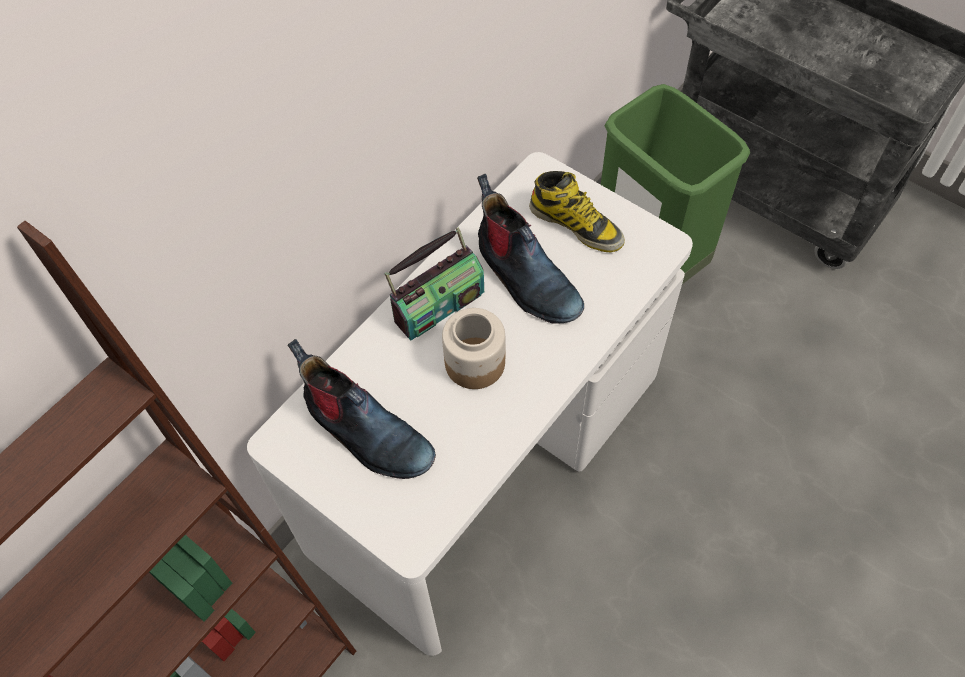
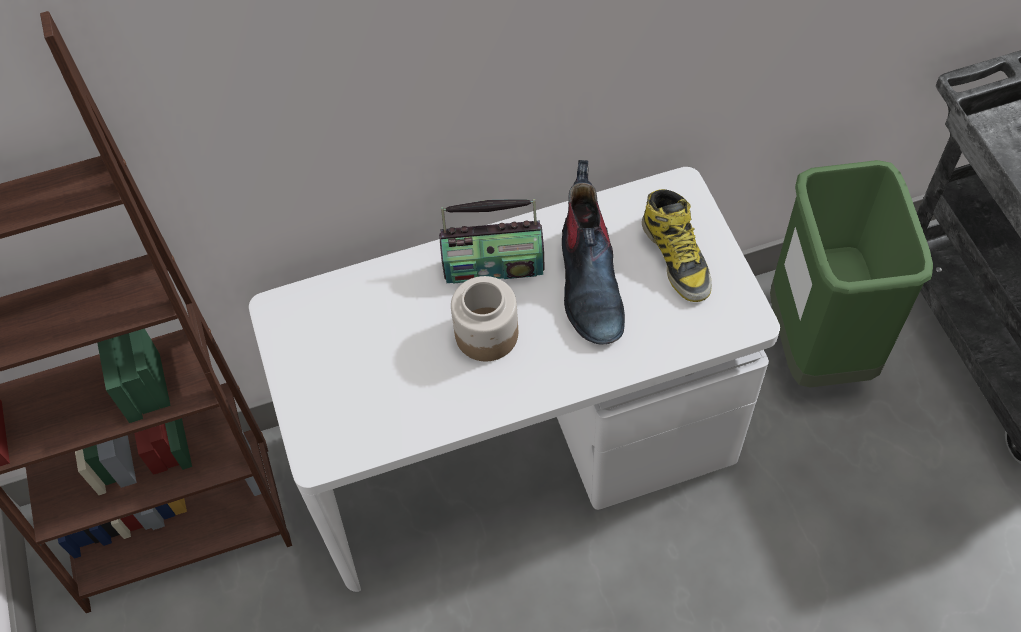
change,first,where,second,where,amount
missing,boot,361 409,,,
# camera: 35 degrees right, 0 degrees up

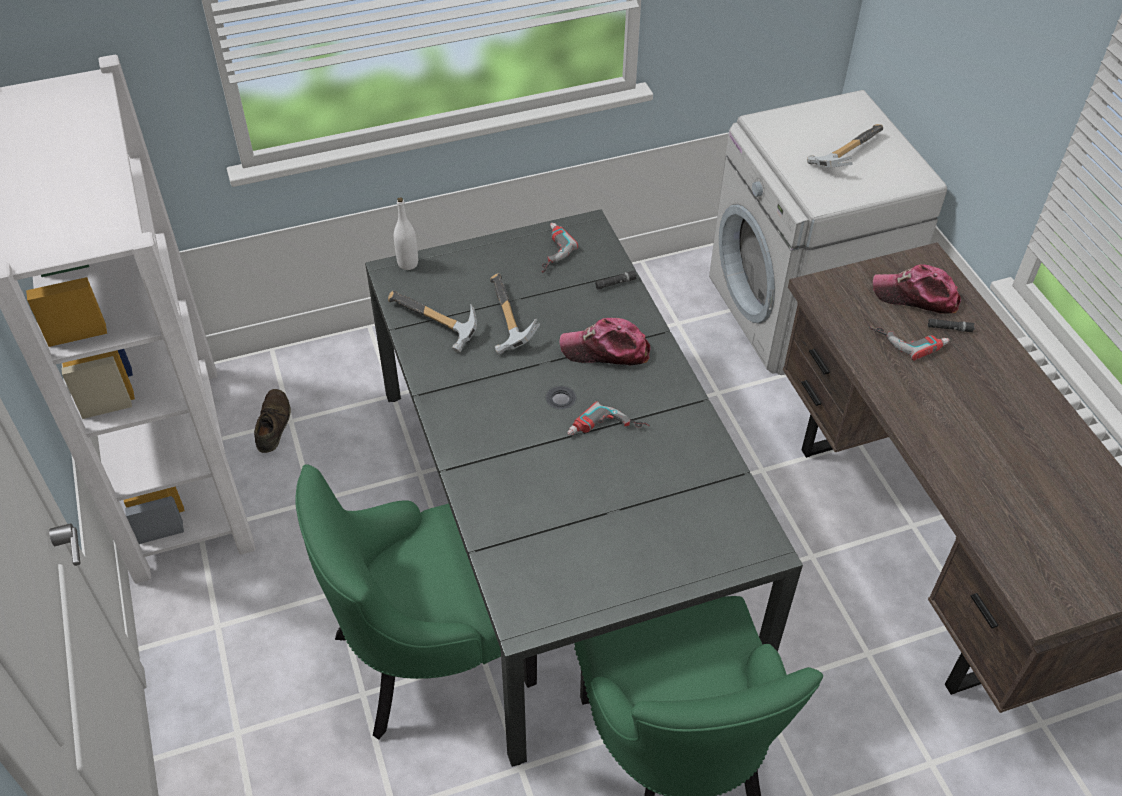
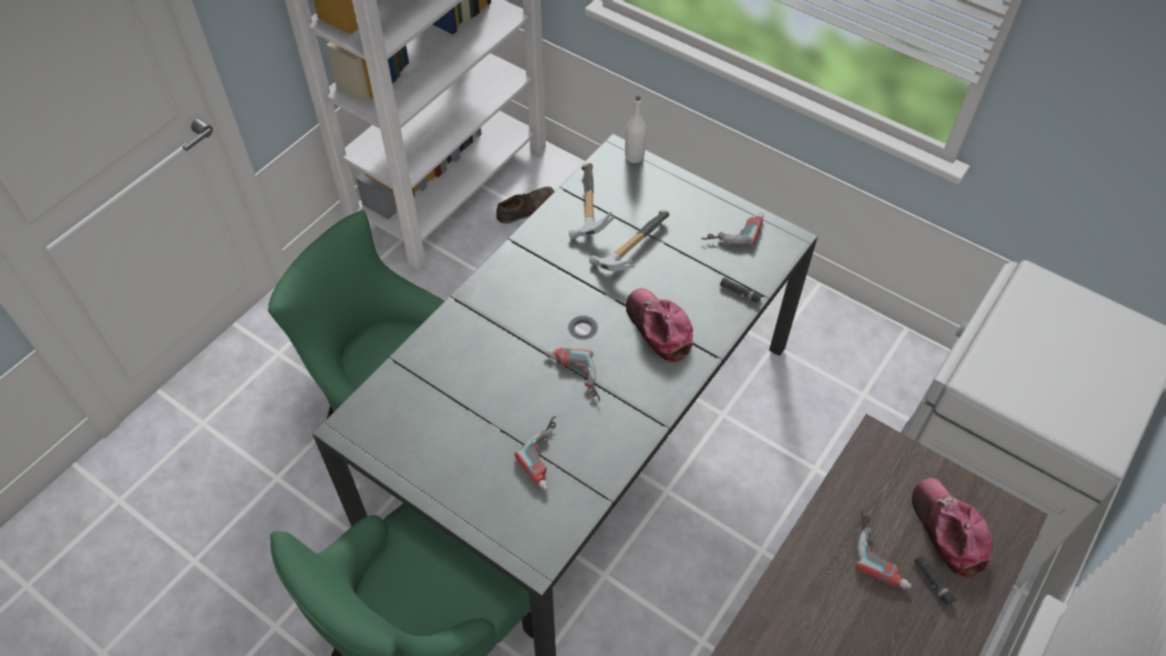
change,first,where,second,where,amount
appeared,,,power drill,535 453,
missing,hammer,845 145,,,
# camera: 55 degrees right, 5 degrees up

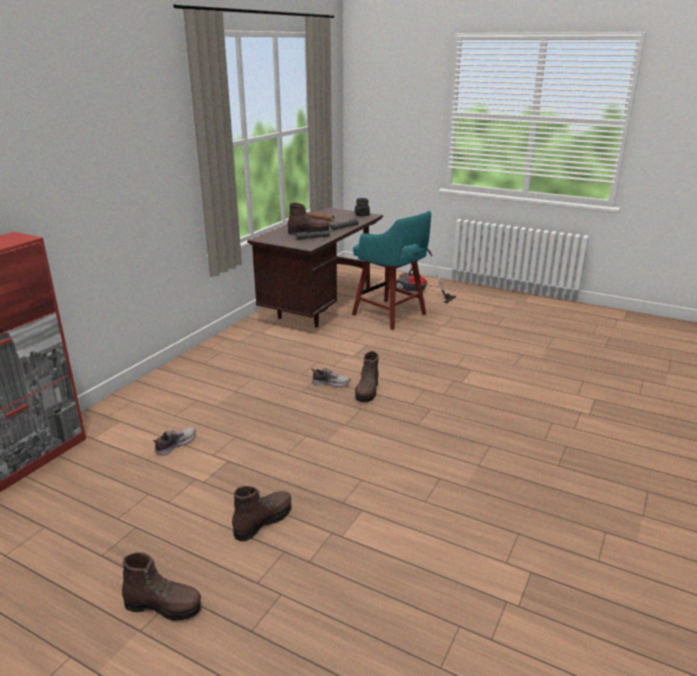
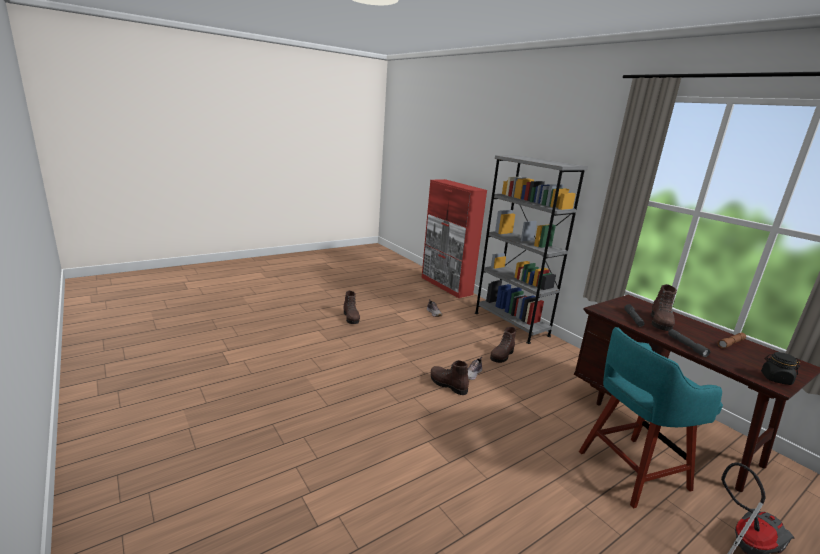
change,first,where,second,where,amount
appeared,,,bookcase (grey),531 249,
relocated,boot (brown),161 586,,503 345,
# camera: 115 degrees right, 5 degrees down

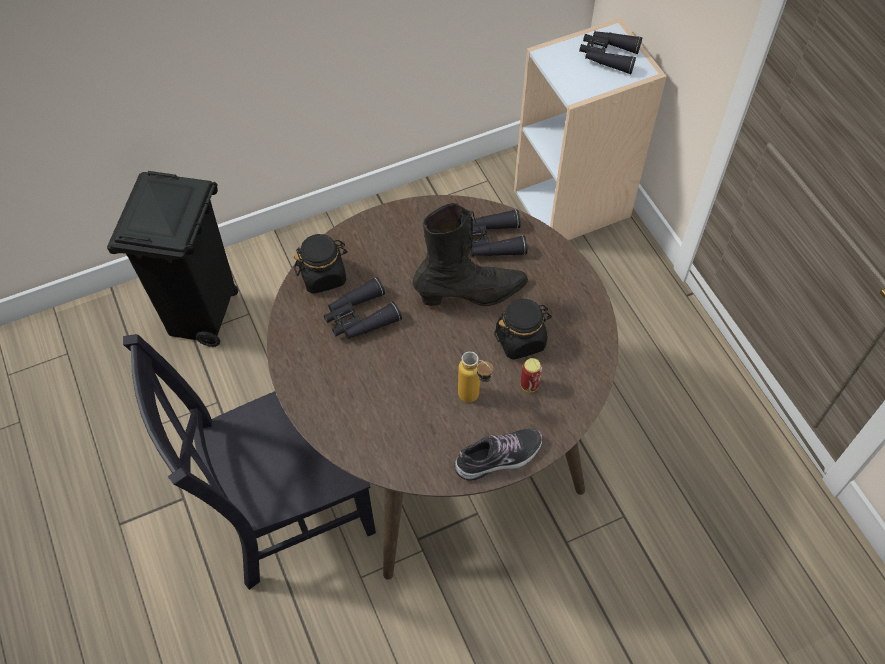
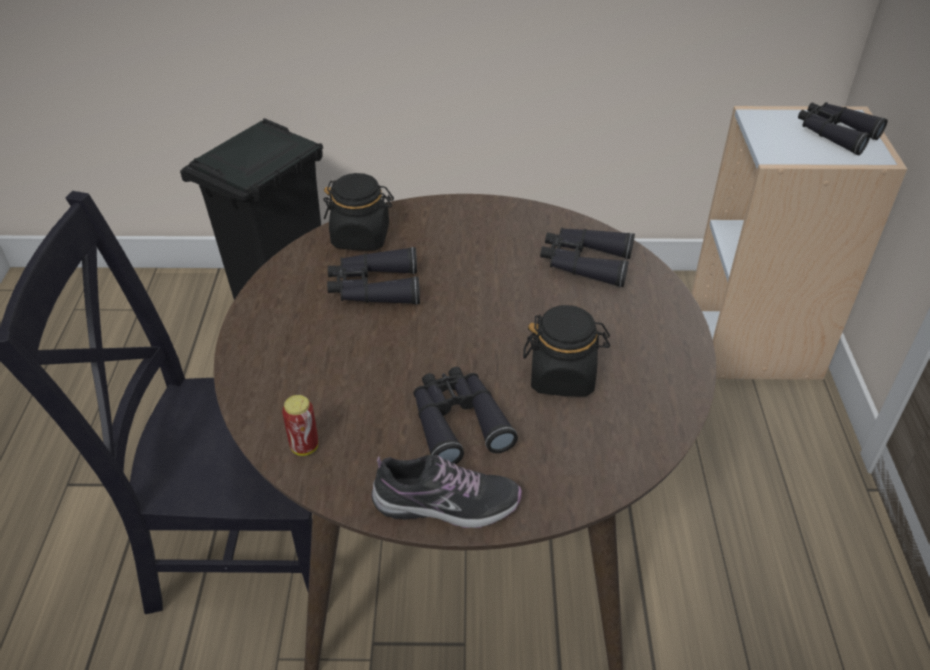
change,first,where,second,where,amount
relocated,can,531 375,,300 425,
exchanged,bottle,476 376,binoculars (black),465 415,
missing,boot (black),470 255,,,
# camera: 25 degrees right, 15 degrees down

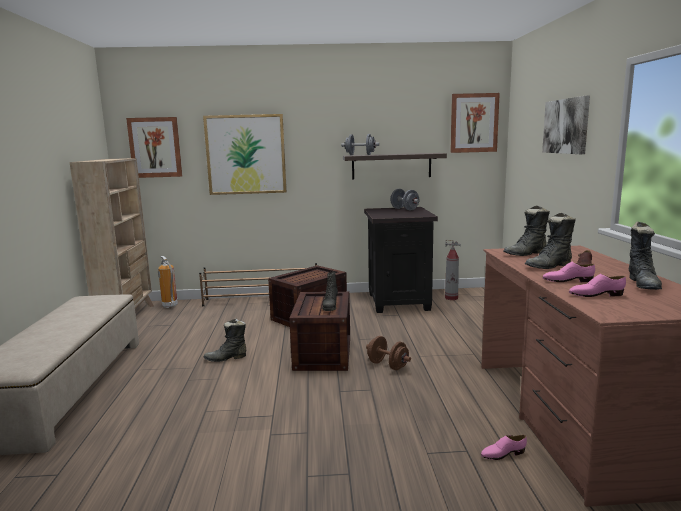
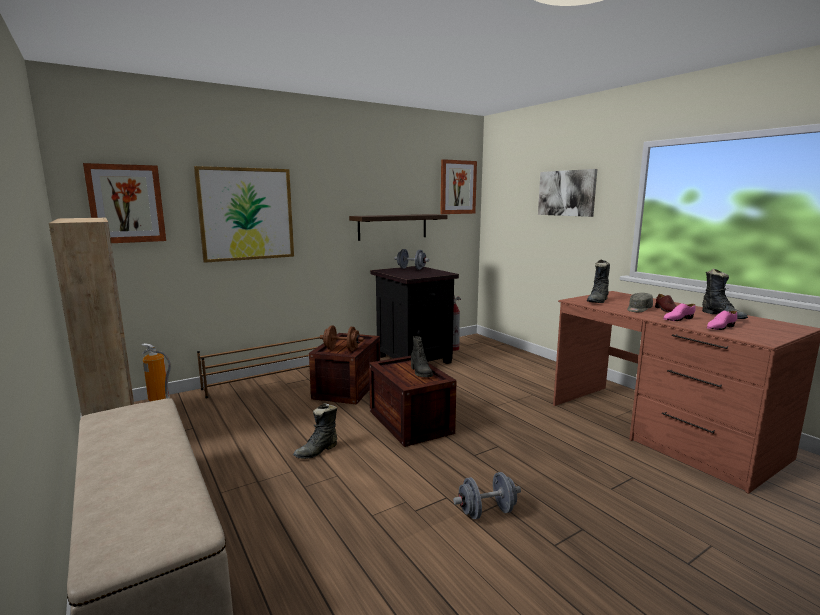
change,first,where,second,where,amount
relocated,dumbbell (brown),388 353,,342 338,
relocated,dumbbell (grey),360 144,,487 495,
exchanged,boot (black),550 240,cap (grey),640 302,
missing,shoe (pink),504 447,,,
# camera: 30 degrees left, 0 degrees up

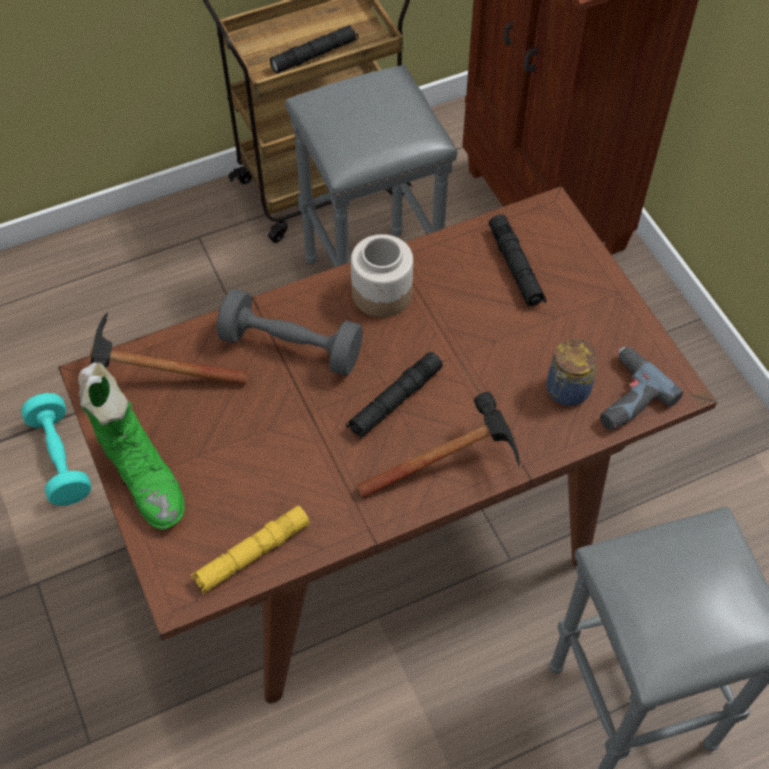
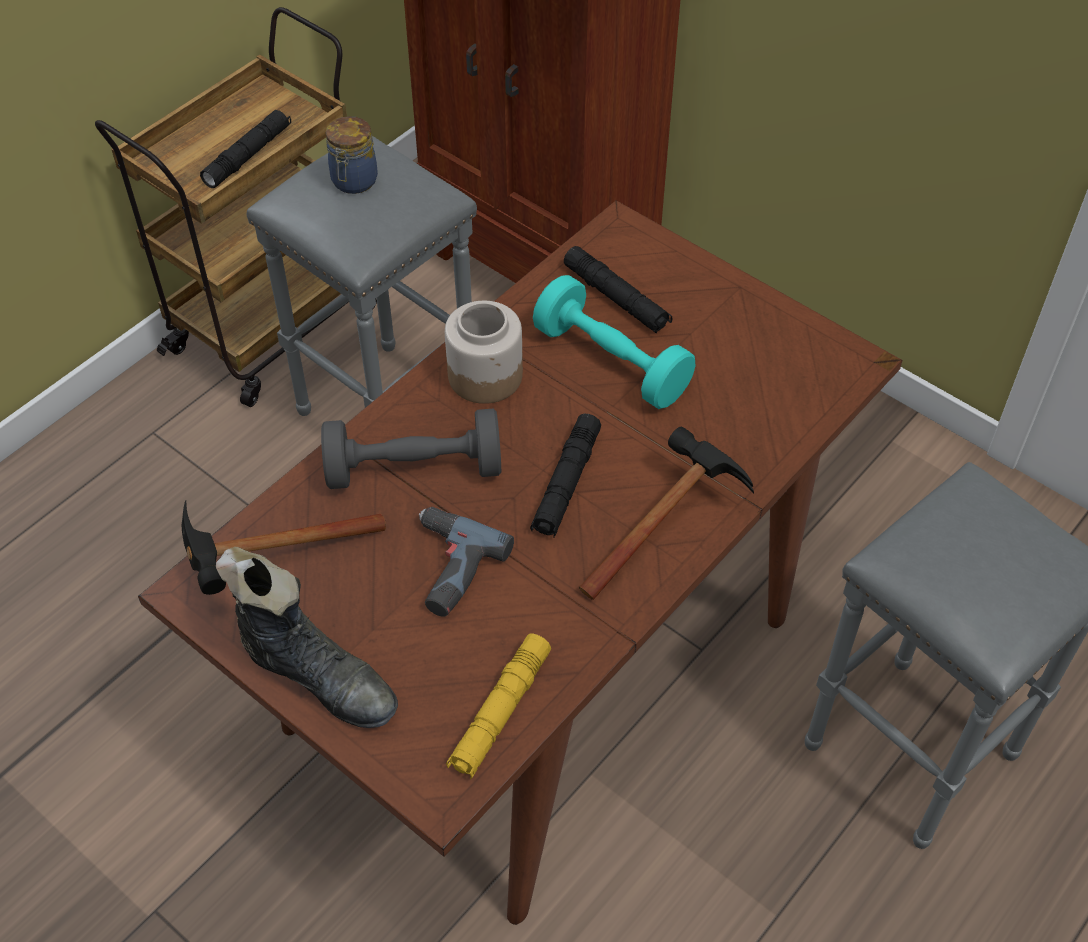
change,first,where,second,where,amount
colour,boot (green),131 446,boot (black),307 637,
relocated,jar,572 372,,352 155,
relocated,power drill,641 389,,466 562,
relocated,dumbbell (turquoise),56 449,,614 342,
# camera: 25 degrees left, 5 degrees down

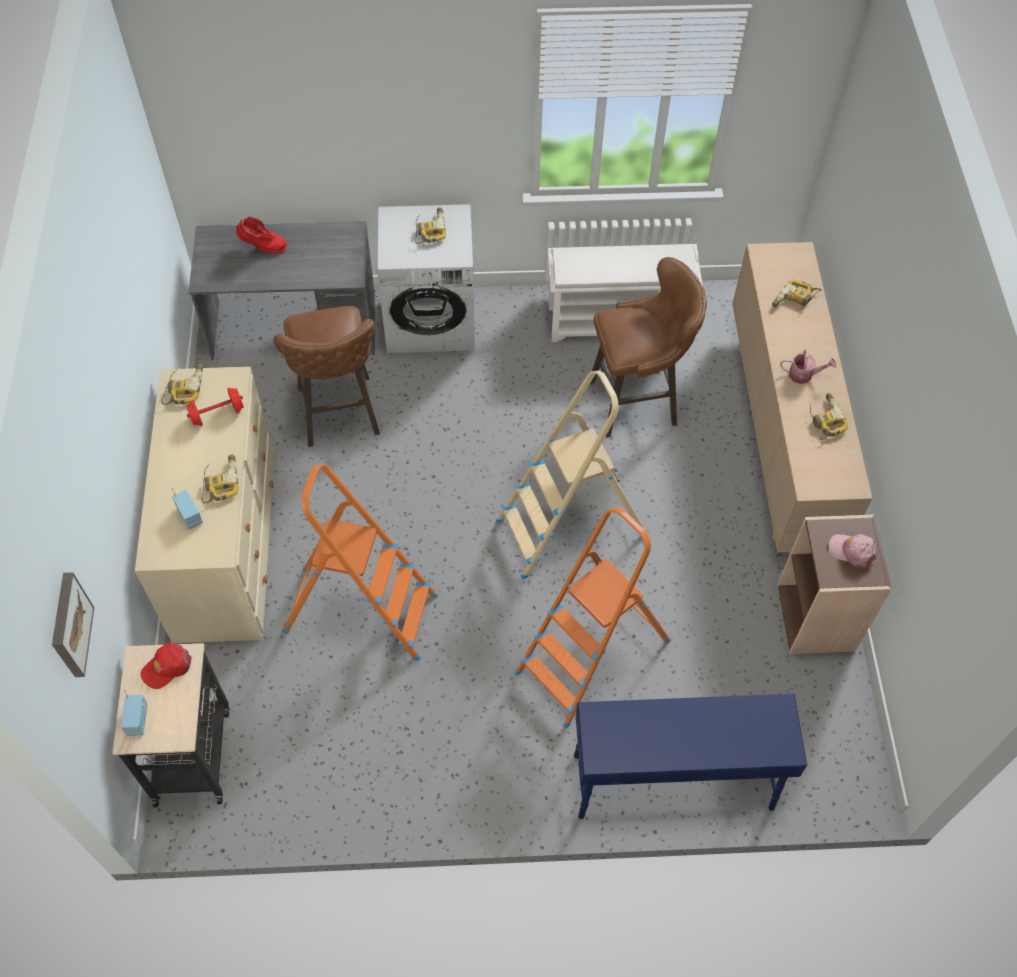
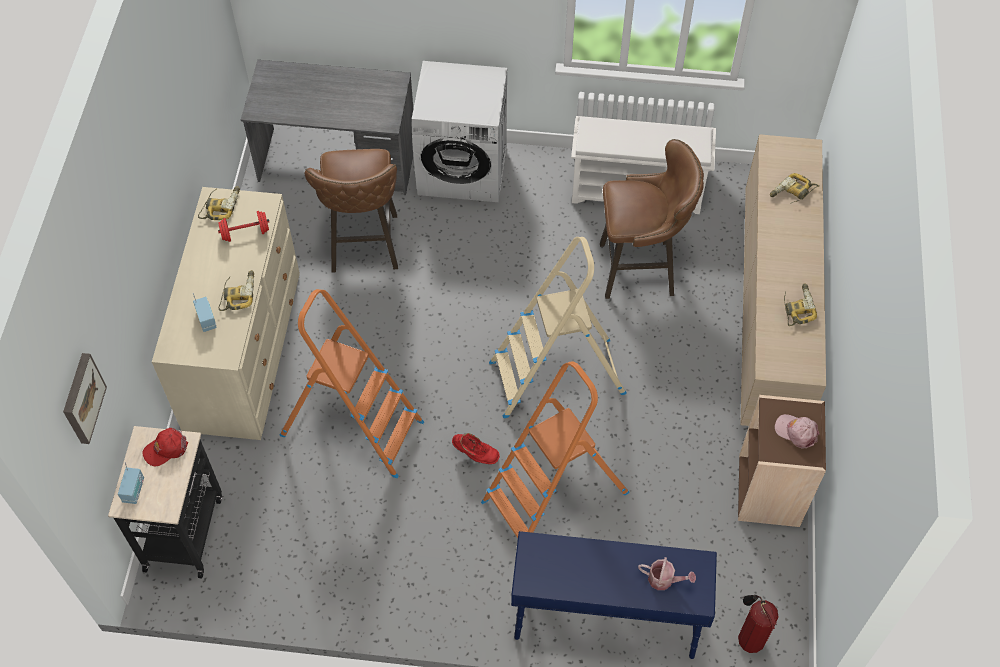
change,first,where,second,where,amount
relocated,boot (red),261 234,,476 448,
relocated,watering can,808 366,,667 573,
appeared,,,fire extinguisher,758 624,
missing,power drill,430 225,,,
# camera: 10 degrees right, 0 degrees up

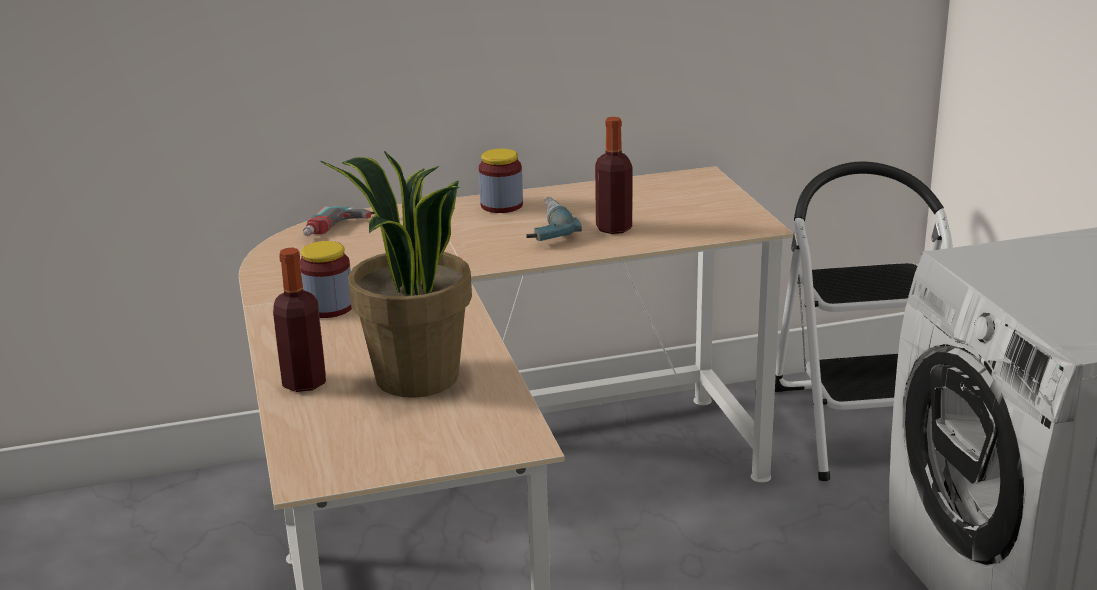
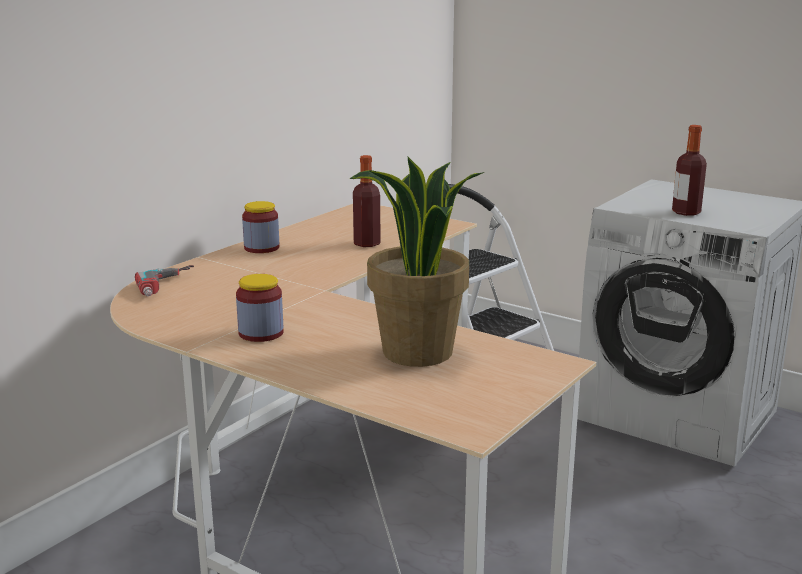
change,first,where,second,where,amount
relocated,bottle,299 319,,689 170,
missing,power drill,554 219,,,
# camera: 40 degrees left, 5 degrees down

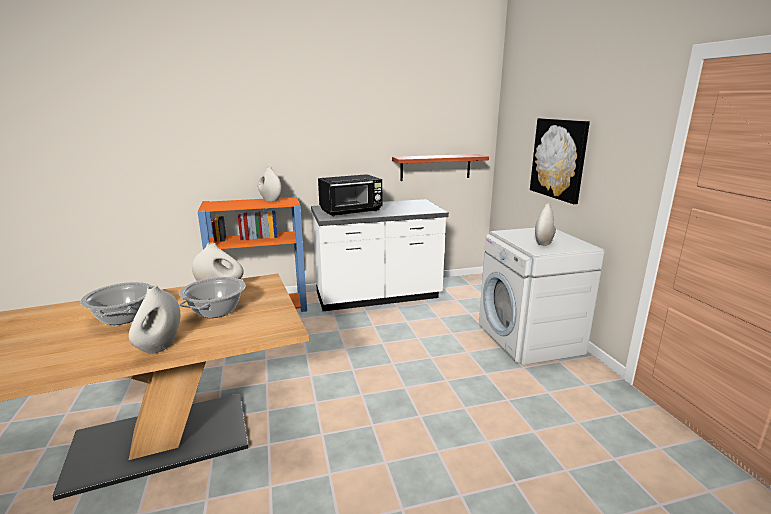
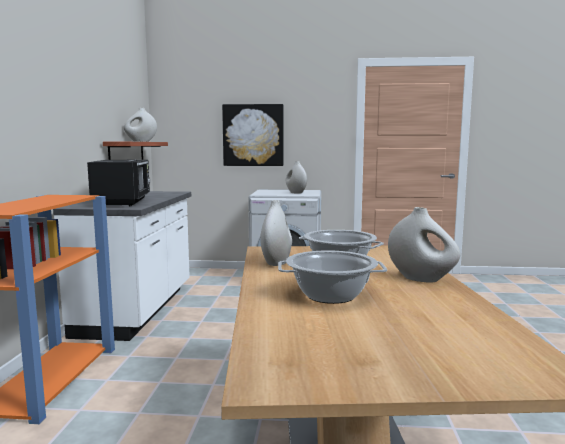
change,first,where,second,where,amount
relocated,vase (white),270 184,,140 125,
# camera: 70 degrees left, 10 degrees down

